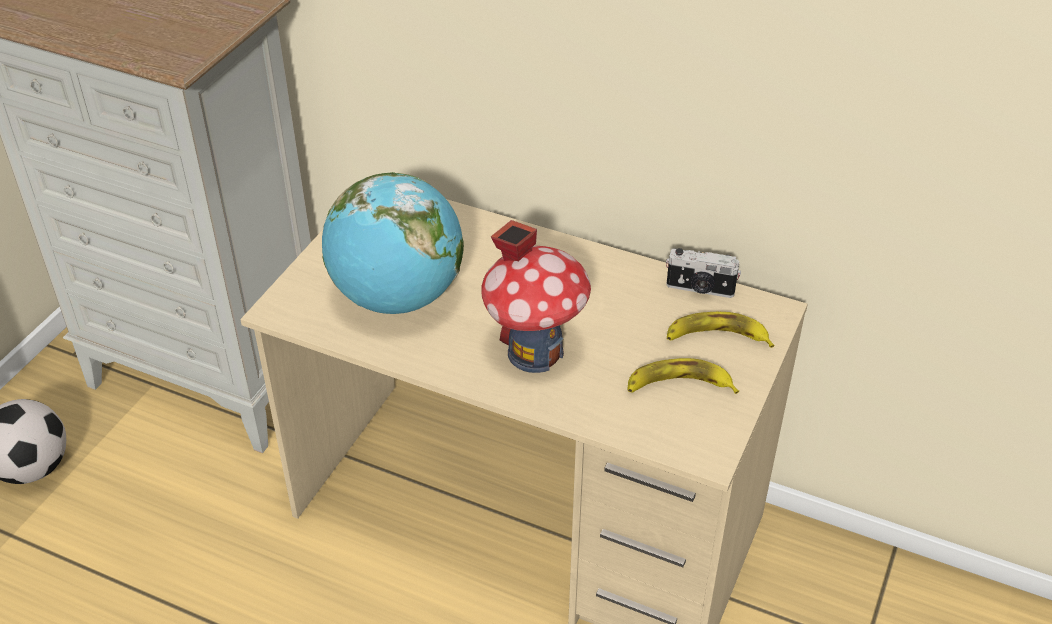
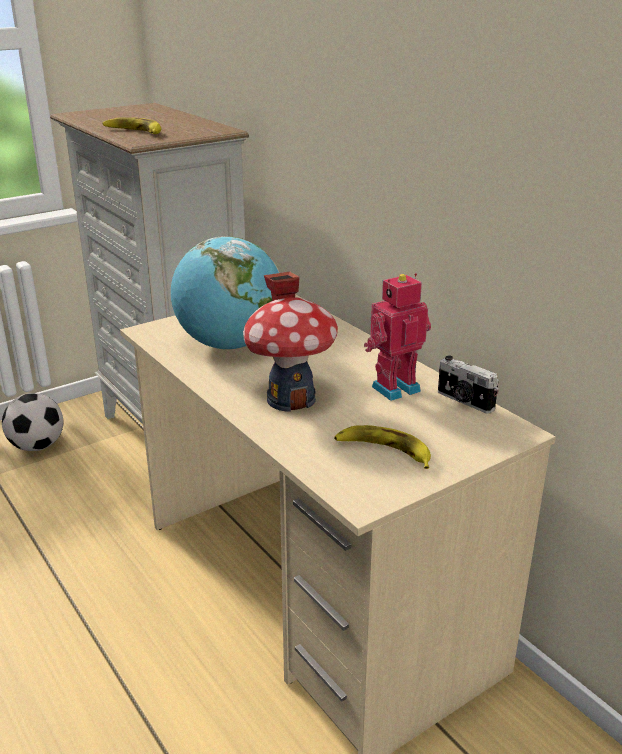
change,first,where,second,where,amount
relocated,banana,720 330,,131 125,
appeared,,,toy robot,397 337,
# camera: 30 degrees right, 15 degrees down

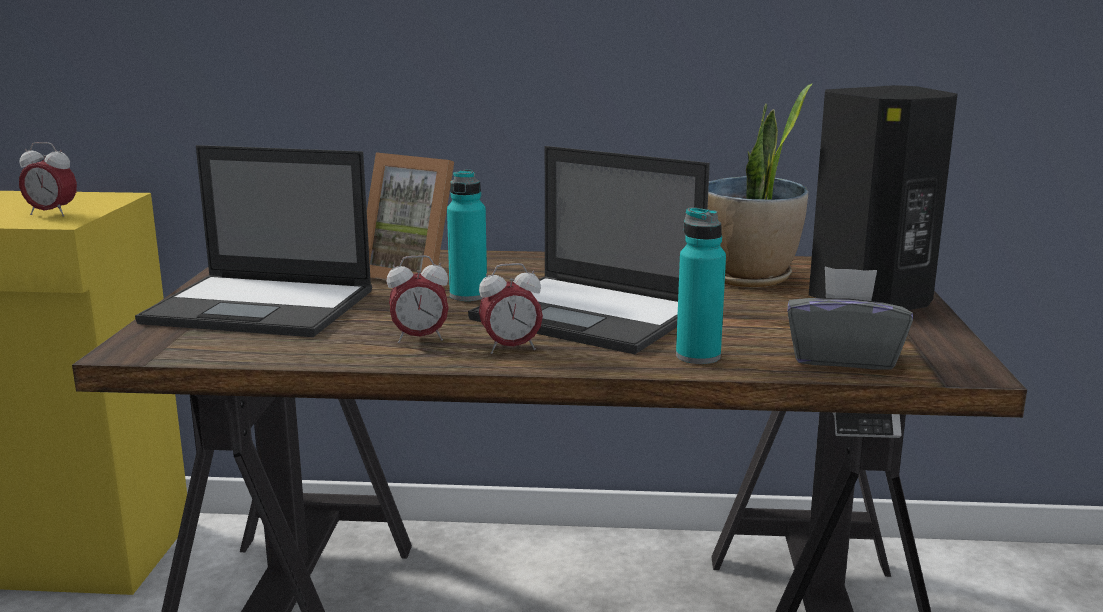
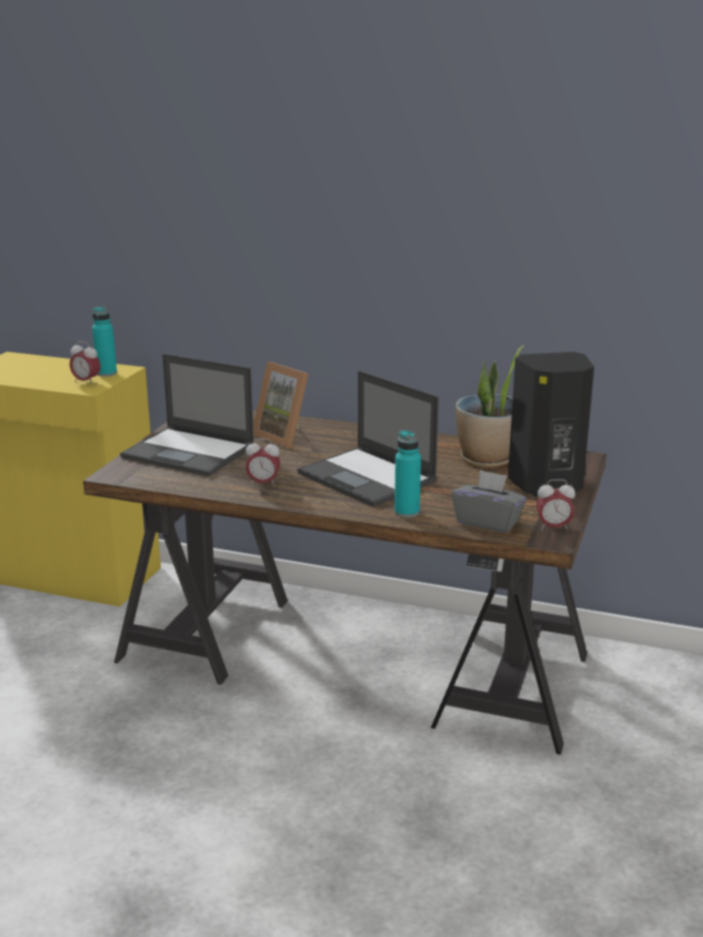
change,first,where,second,where,amount
relocated,bottle (turquoise),467 235,,104 341,
relocated,alarm clock,511 308,,555 505,
# camera: 15 degrees right, 5 degrees up

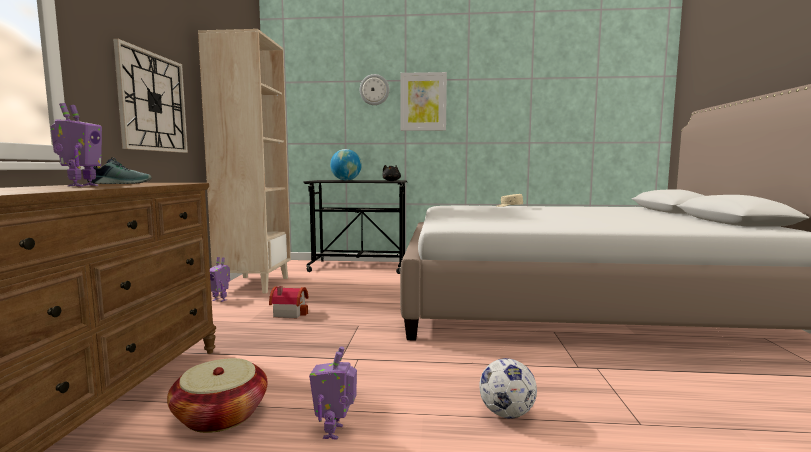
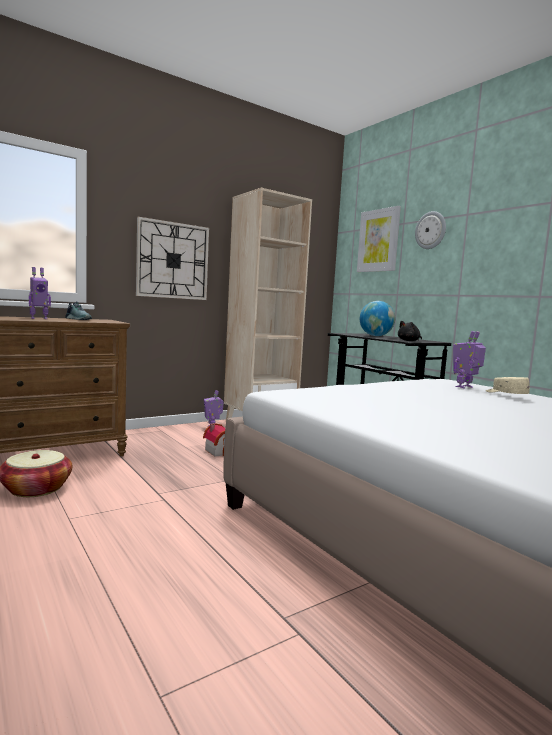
change,first,where,second,where,amount
relocated,picture,423 101,,379 239,
relocated,toy robot,333 393,,469 359,
missing,football,508 388,,,
# camera: 50 degrees right, 0 degrees up

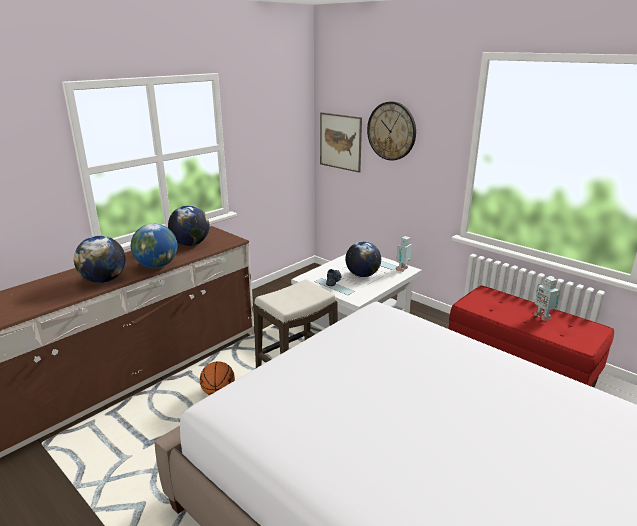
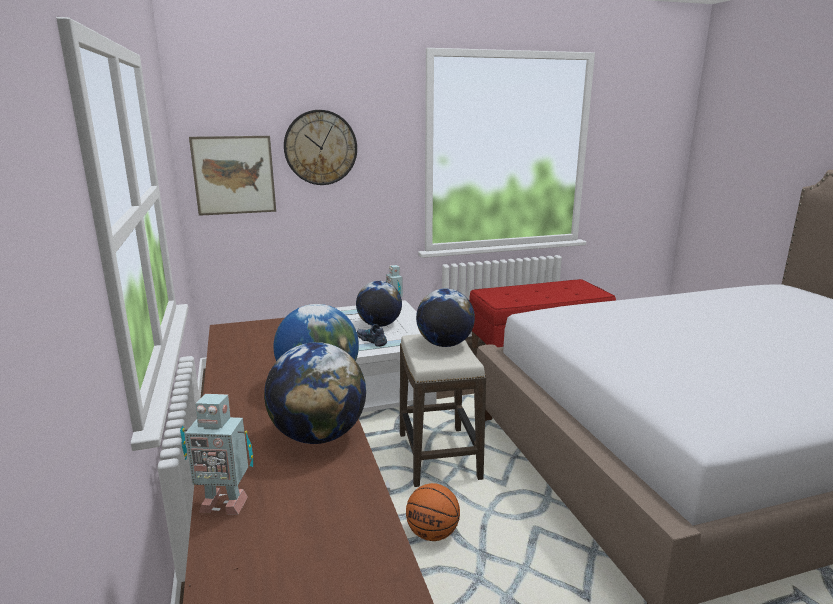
change,first,where,second,where,amount
relocated,toy robot,546 299,,216 454,
relocated,globe,189 225,,445 318,
# camera: 60 degrees left, 5 degrees down

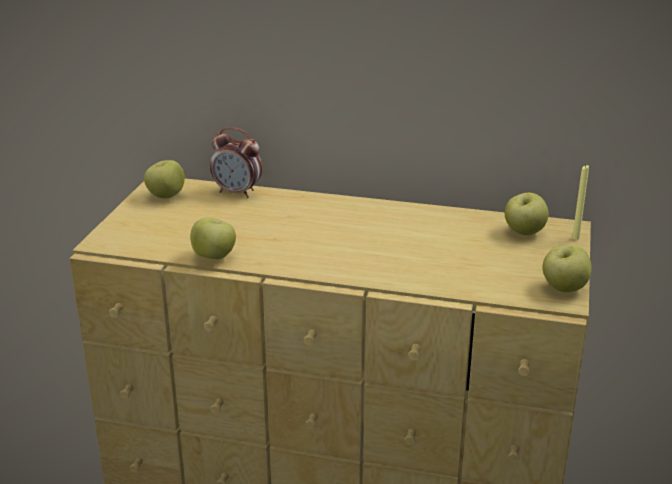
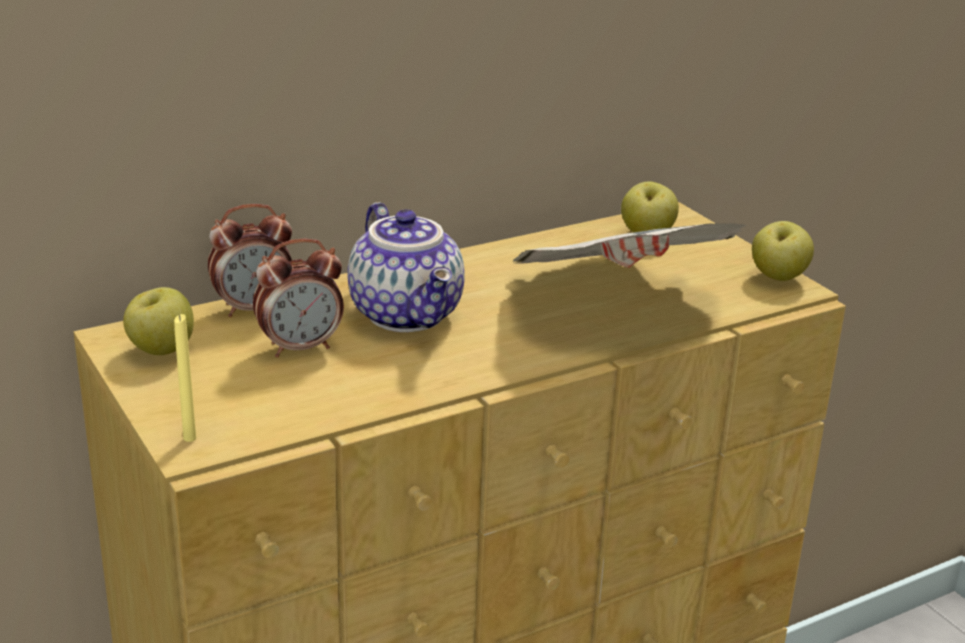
change,first,where,second,where,amount
relocated,candle (yellow),580 202,,185 378,
appeared,,,alarm clock,298 298,
appeared,,,teapot,405 267,
appeared,,,newspaper,629 245,
missing,apple,213 238,,,
# camera: 45 degrees left, 0 degrees up

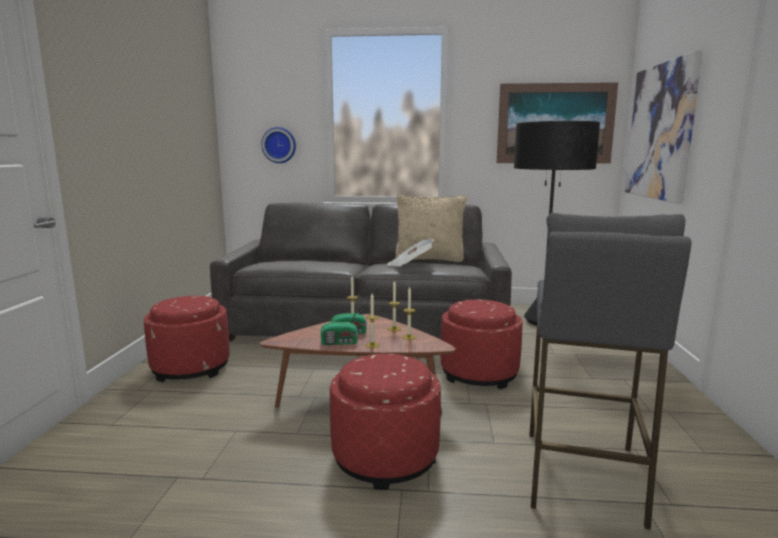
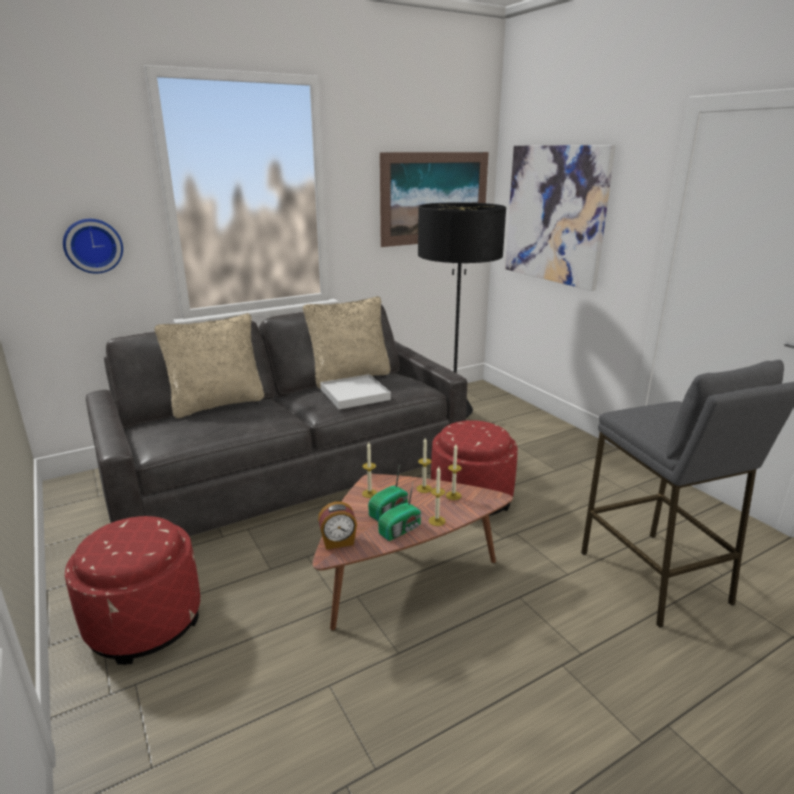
change,first,where,second,where,amount
appeared,,,pillow (beige),209 366,
appeared,,,alarm clock,337 525,
exchanged,newspaper,410 253,tray (white),355 391,
missing,ottoman (red),385 422,,,
# camera: 35 degrees left, 10 degrees up

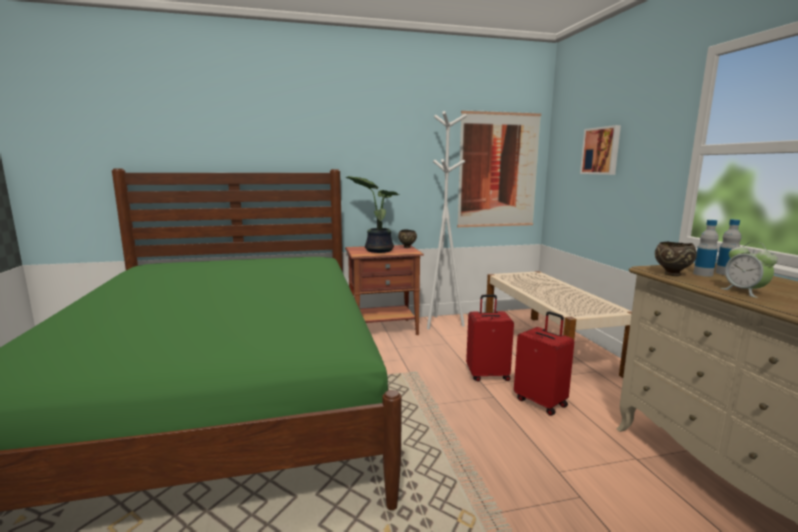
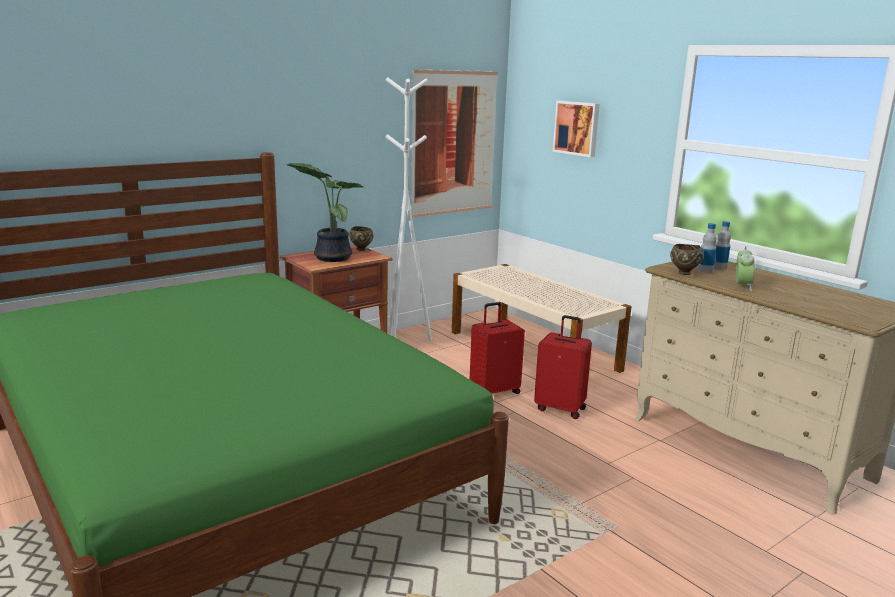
change,first,where,second,where,amount
spun,alarm clock,749 270,,745 268,120 degrees counterclockwise
# camera: 25 degrees left, 5 degrees up

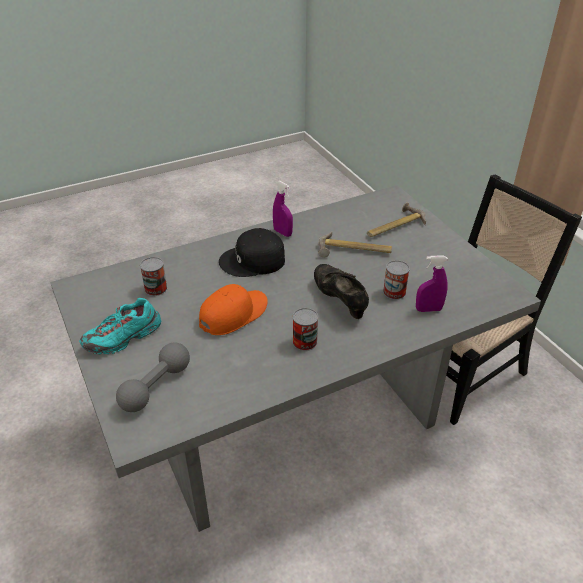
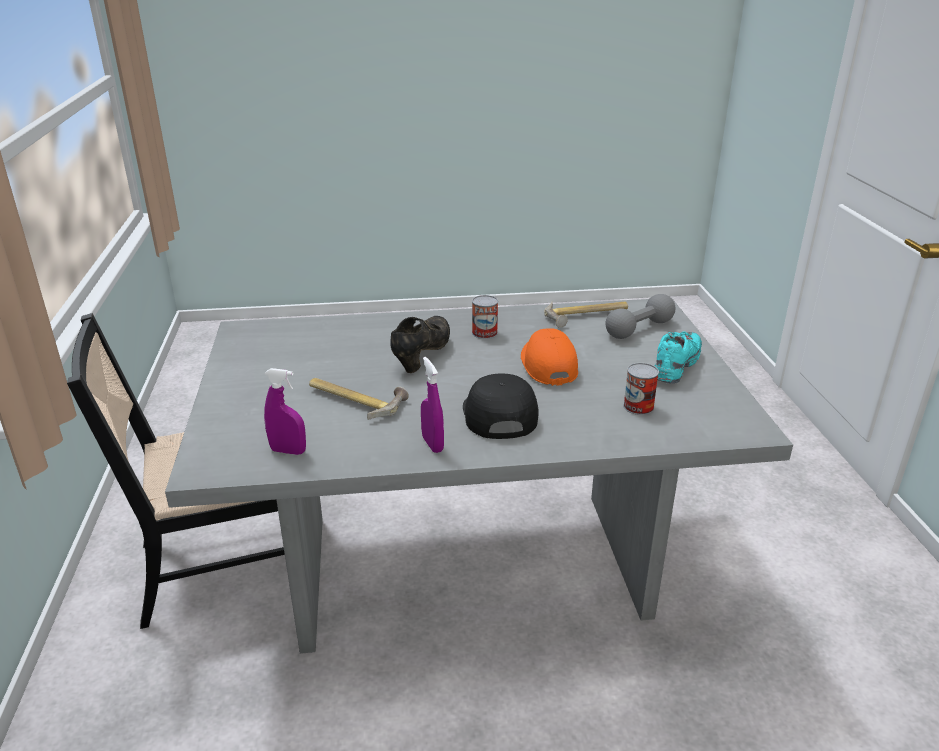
change,first,where,second,where,amount
relocated,spray bottle (purple),432 283,,285 411,
spun,shoe (black),341 291,,420 344,150 degrees counterclockwise
spun,cap (black),252 252,,500 406,105 degrees counterclockwise
spun,cap (orange),233 309,,549 357,105 degrees clockwise
relocated,hammer,396 219,,586 314,
spun,shoe (turquoise),120 326,,678 357,45 degrees counterclockwise
missing,can,396 280,,,
# camera: 160 degrees left, 10 degrees down

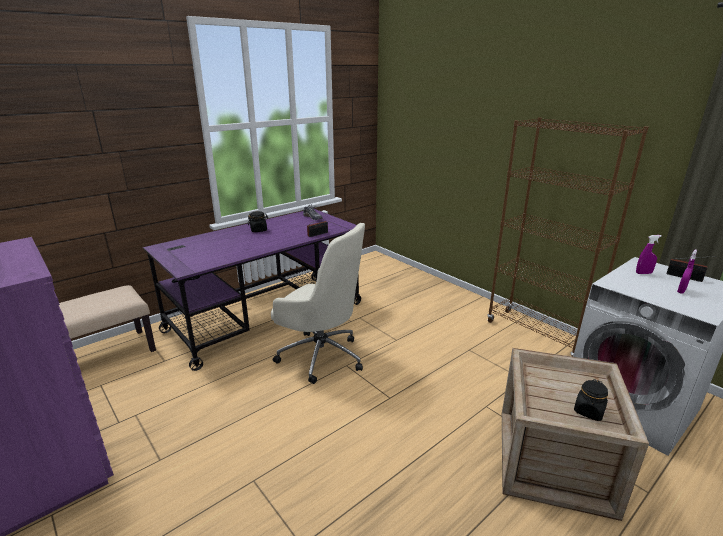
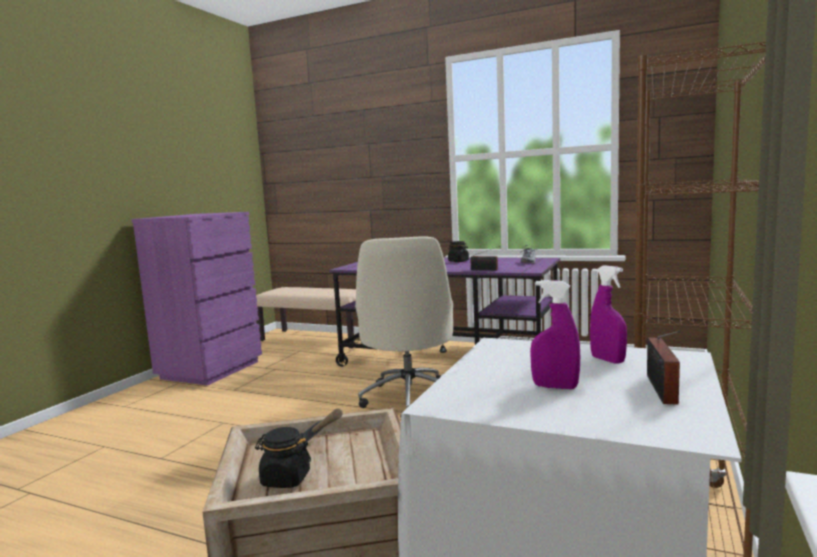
change,first,where,second,where,amount
appeared,,,hammer,322 425,
# camera: 65 degrees right, 15 degrees down

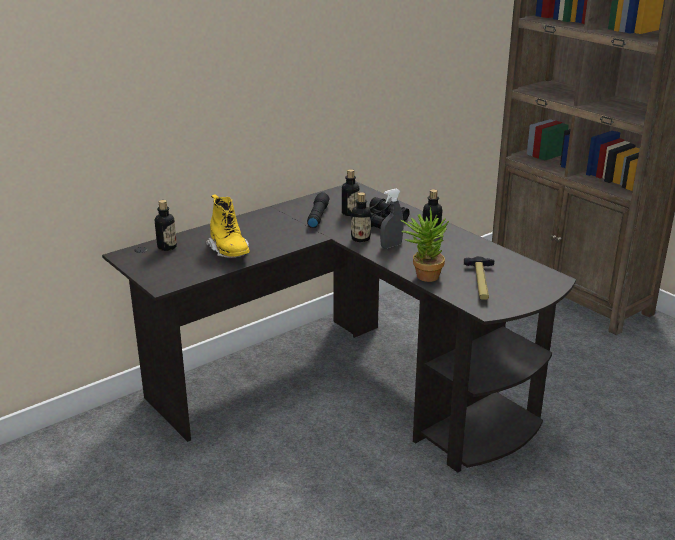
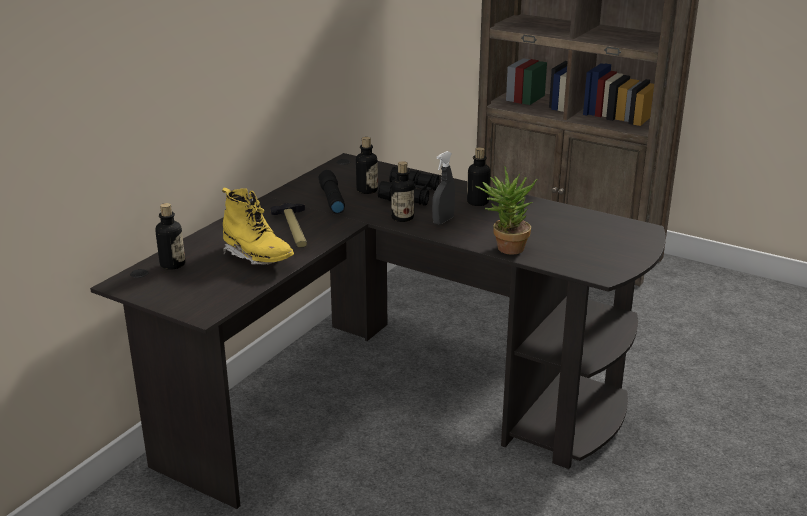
change,first,where,second,where,amount
relocated,hammer,479 278,,289 225,
# camera: 20 degrees left, 0 degrees up

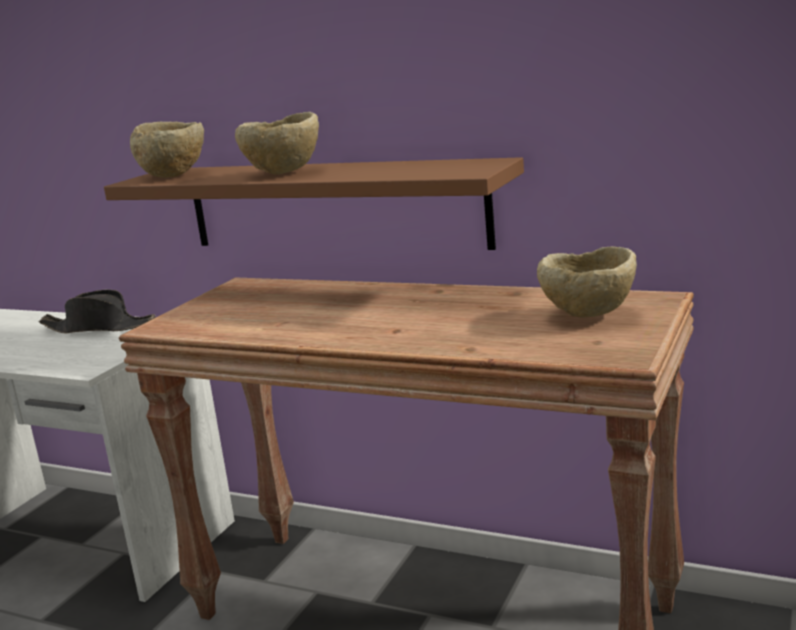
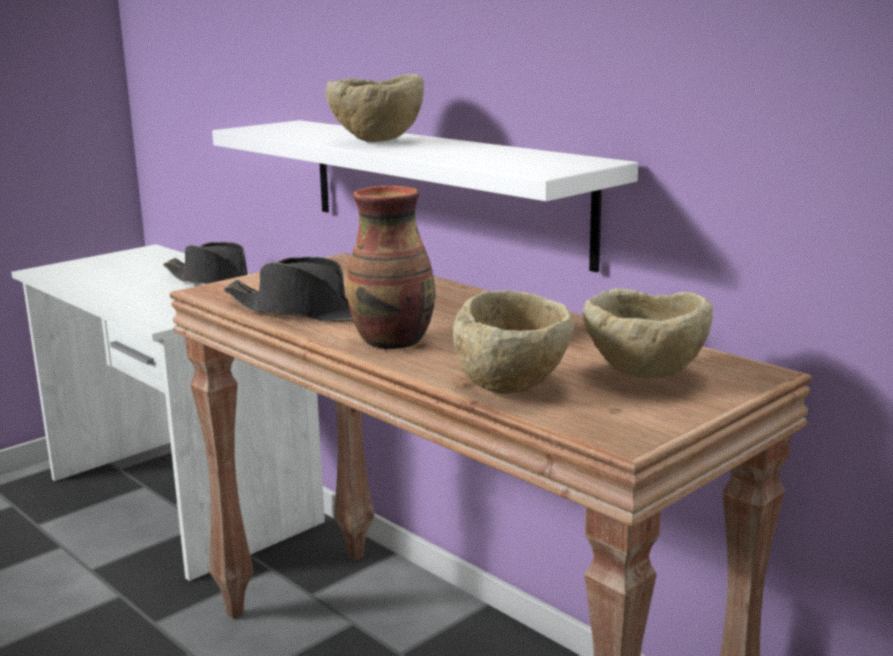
change,first,where,second,where,amount
colour,shelf (brown),314 203,shelf (white),425 196,
appeared,,,hat (black),288 289,
appeared,,,vase,391 268,
relocated,bowl (beige),167 150,,513 342,
# camera: 20 degrees right, 0 degrees up

